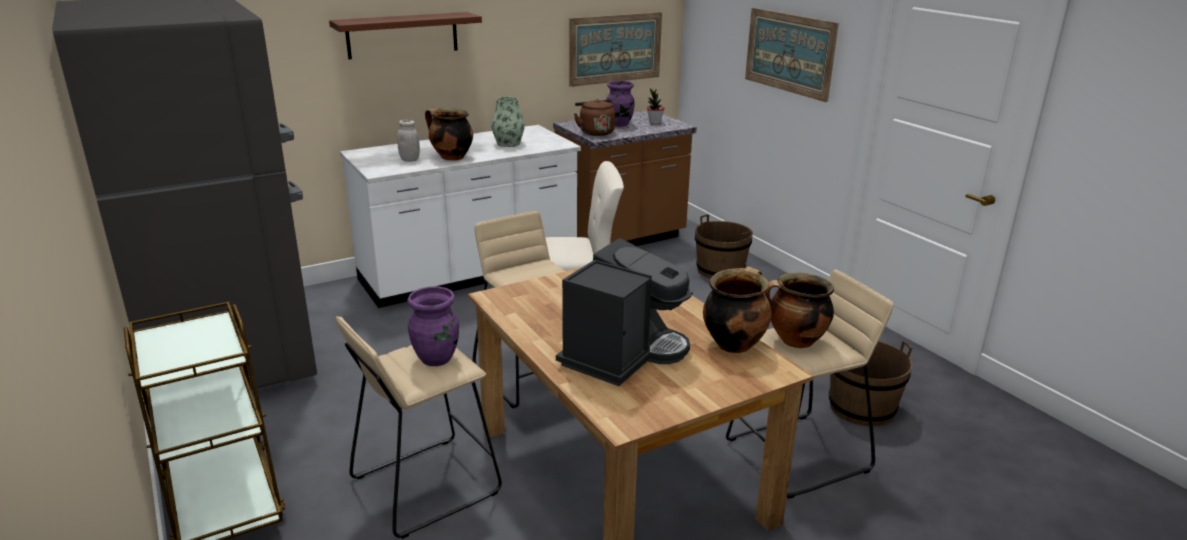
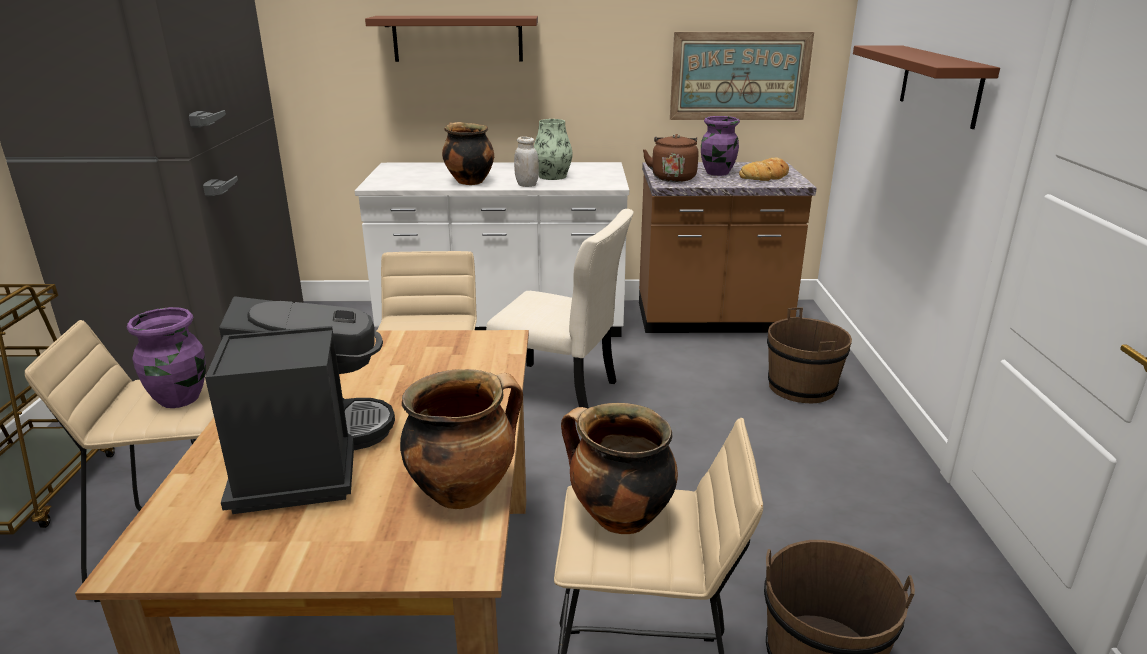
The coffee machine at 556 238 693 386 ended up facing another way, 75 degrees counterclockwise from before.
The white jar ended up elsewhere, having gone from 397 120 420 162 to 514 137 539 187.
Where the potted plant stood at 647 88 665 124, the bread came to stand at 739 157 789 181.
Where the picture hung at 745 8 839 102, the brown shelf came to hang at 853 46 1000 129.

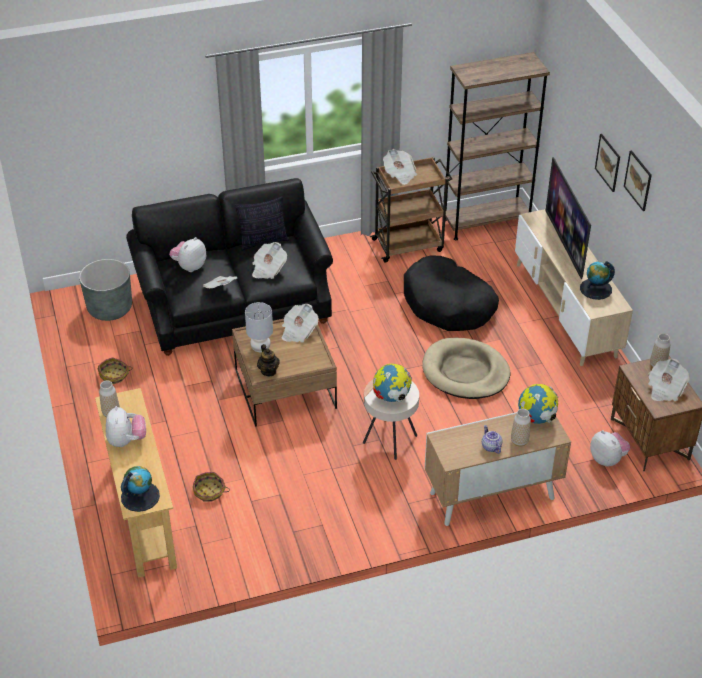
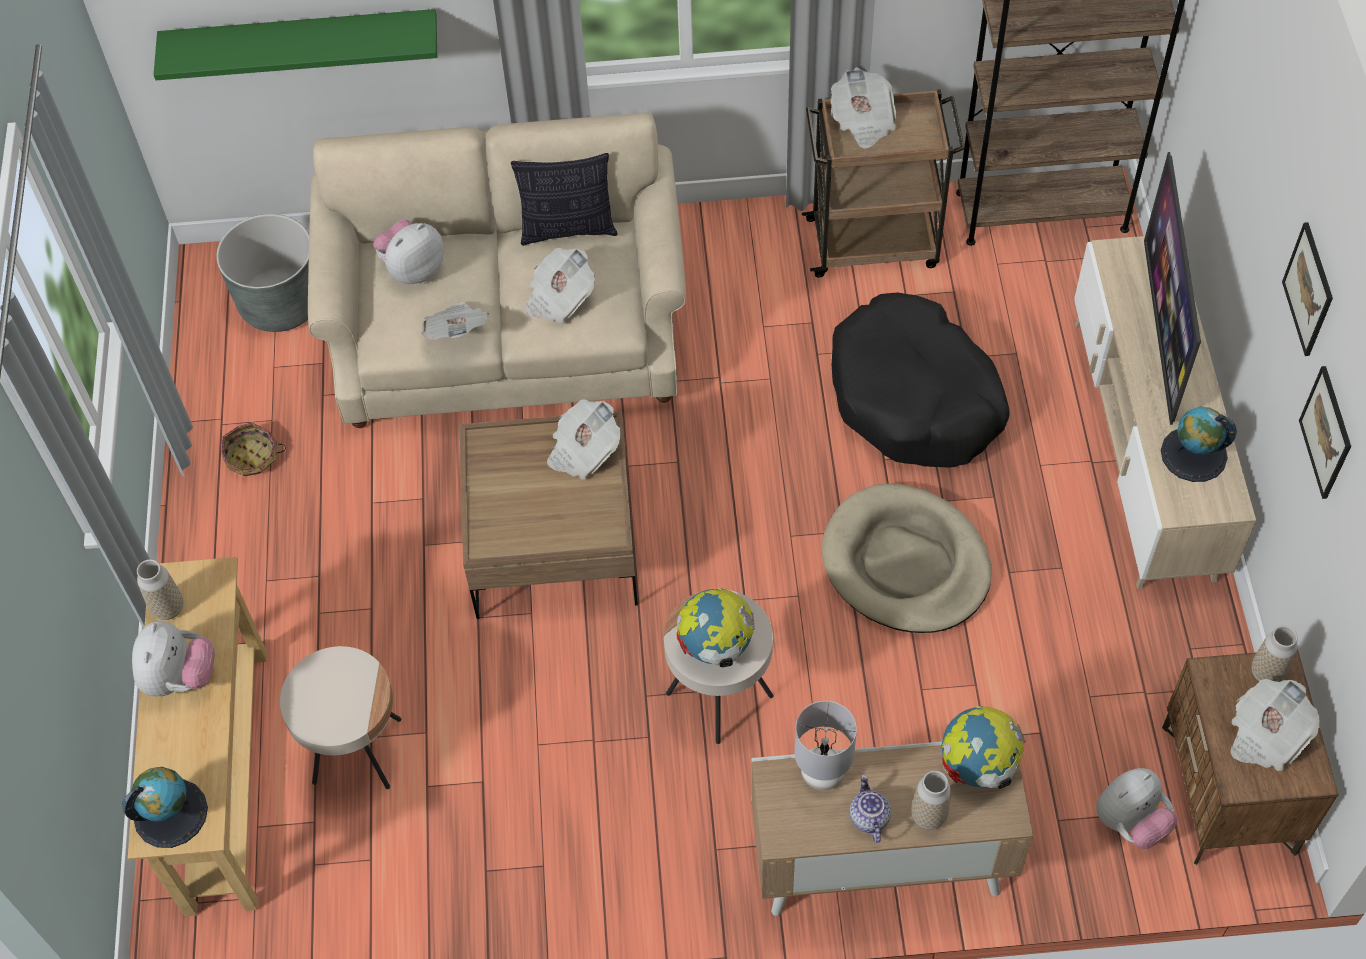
The second view gained the green shelf at 154 9 437 80.
Where the basket stood at 193 472 230 501, the beige side table came to stand at 280 646 401 789.
What was the black sofa at 126 178 333 356 turned into the beige sofa at 308 113 686 428.
The grey table lamp ended up elsewhere, having gone from 245 302 273 352 to 795 701 857 790.
The plush toy at 590 430 630 467 ended up facing another way, 75 degrees clockwise from before.
The picture ended up elsewhere, having gone from 595 134 620 192 to 1299 366 1351 499.
The second view lost the teapot at 257 344 280 376.

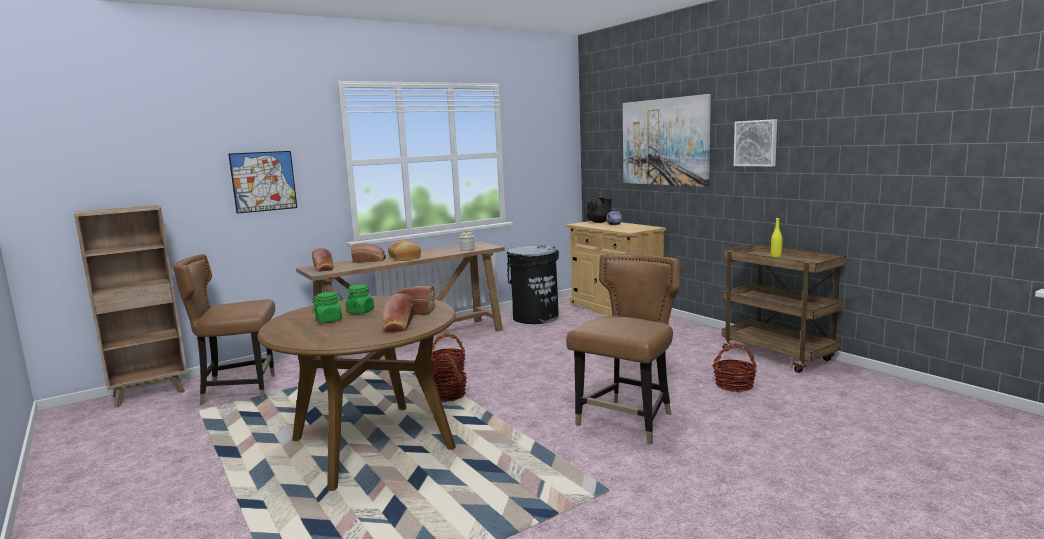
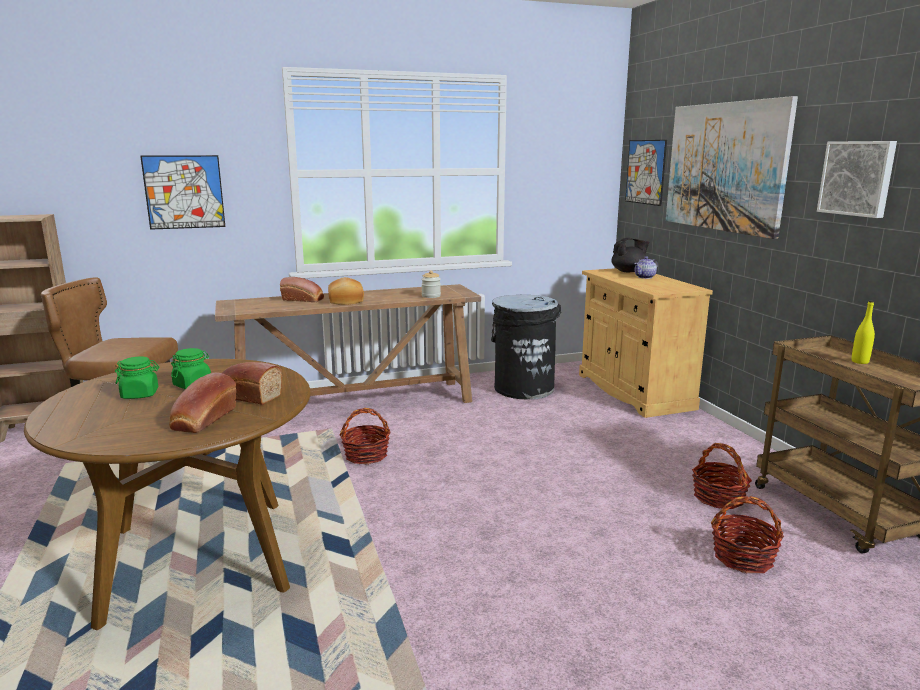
The second view gained the picture at 625 140 667 206.
The basket ended up elsewhere, having gone from 433 354 467 402 to 692 443 752 509.
The second view lost the bread at 312 248 334 272.
The second view lost the brown chair at 566 253 680 444.

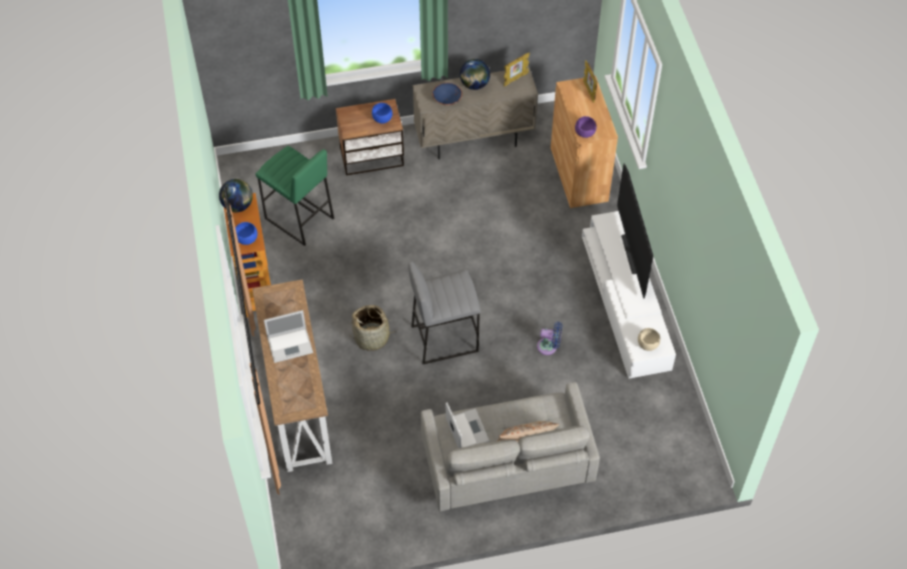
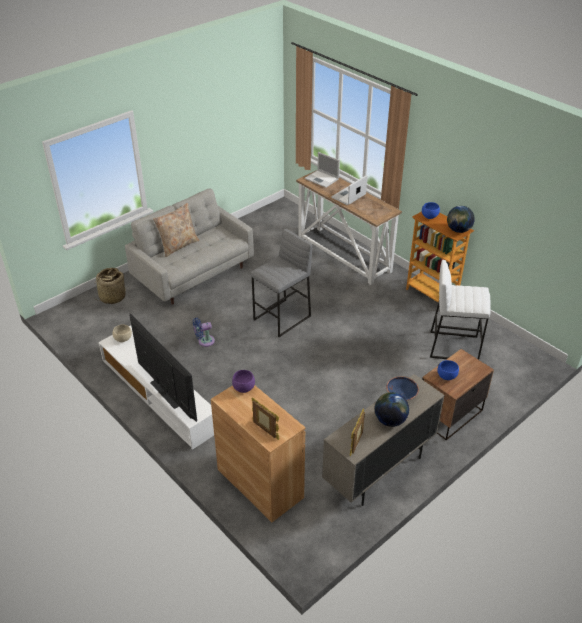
The basket ended up elsewhere, having gone from 351 305 397 351 to 93 268 127 304.
The laptop ended up elsewhere, having gone from 446 402 490 448 to 305 152 340 188.
What was the green stool at 255 146 334 246 turned into the white stool at 430 260 491 360.

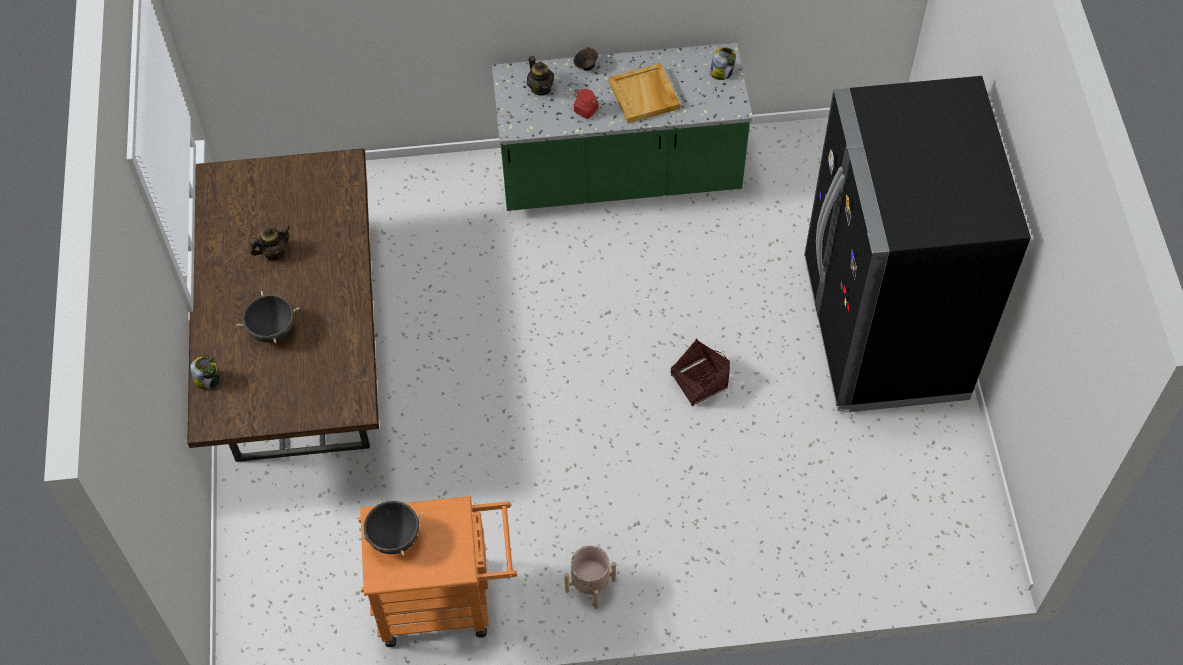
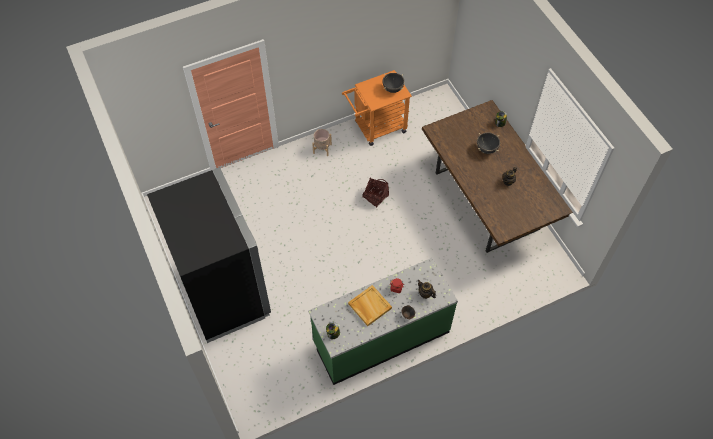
The basket ended up elsewhere, having gone from 671 339 730 406 to 362 178 389 208.

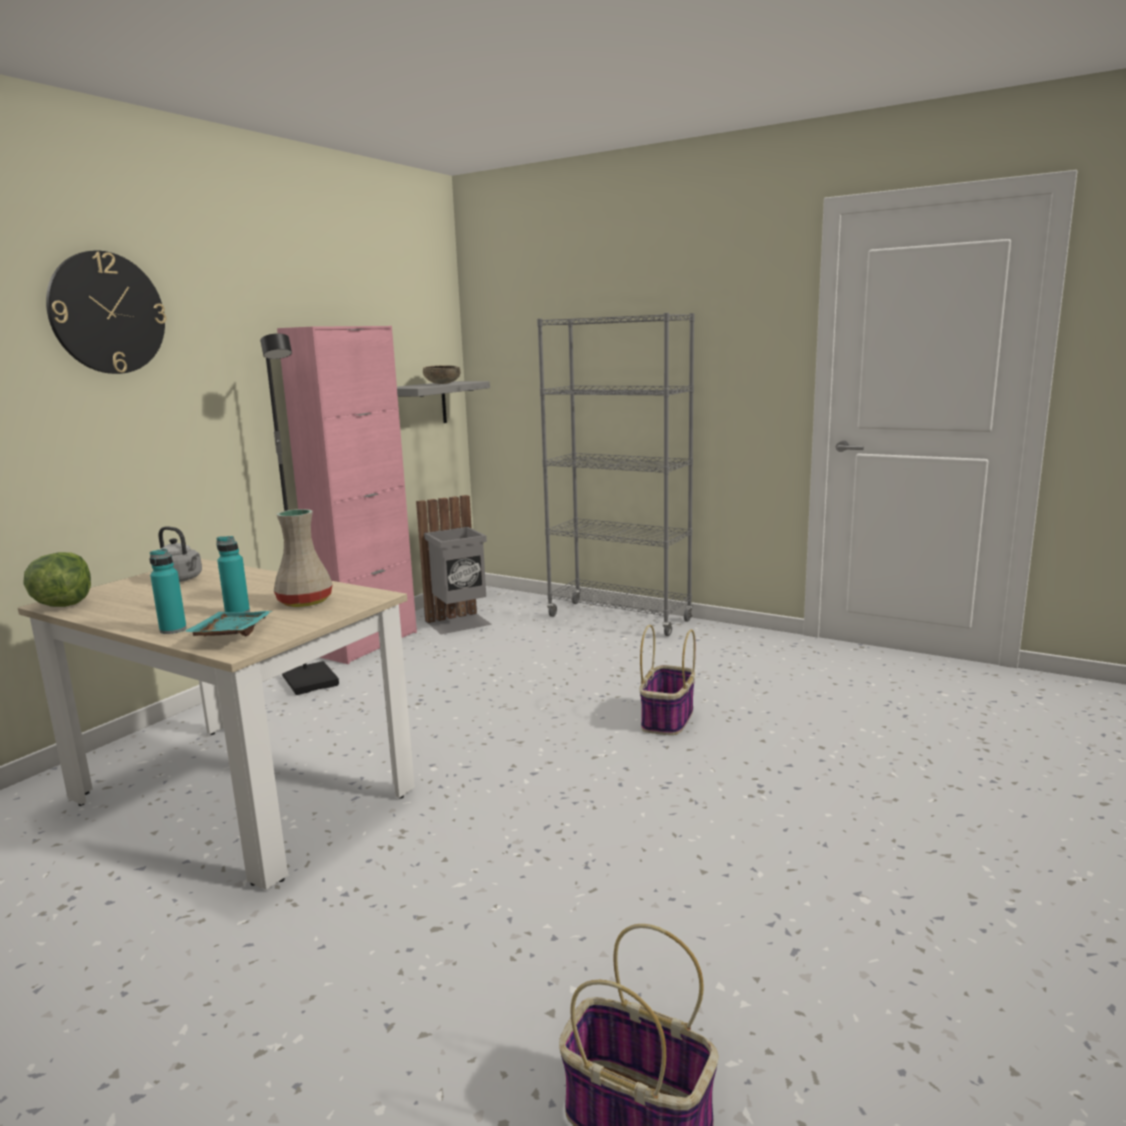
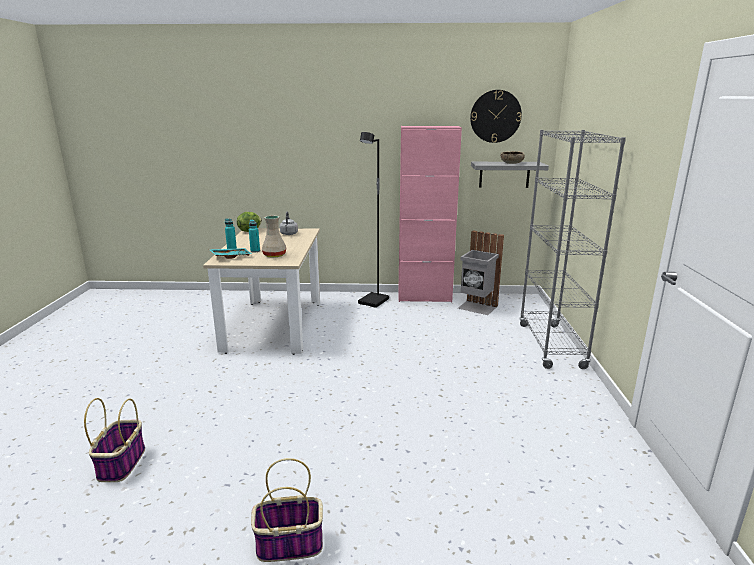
The basket ended up elsewhere, having gone from 639 625 696 735 to 251 458 323 562.
The wall clock ended up elsewhere, having gone from 46 250 166 374 to 470 90 522 143.

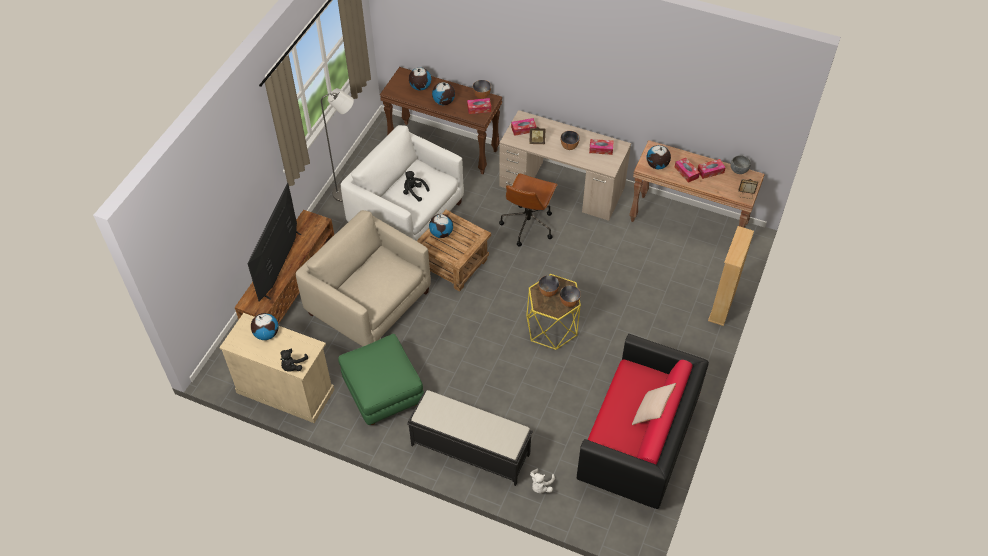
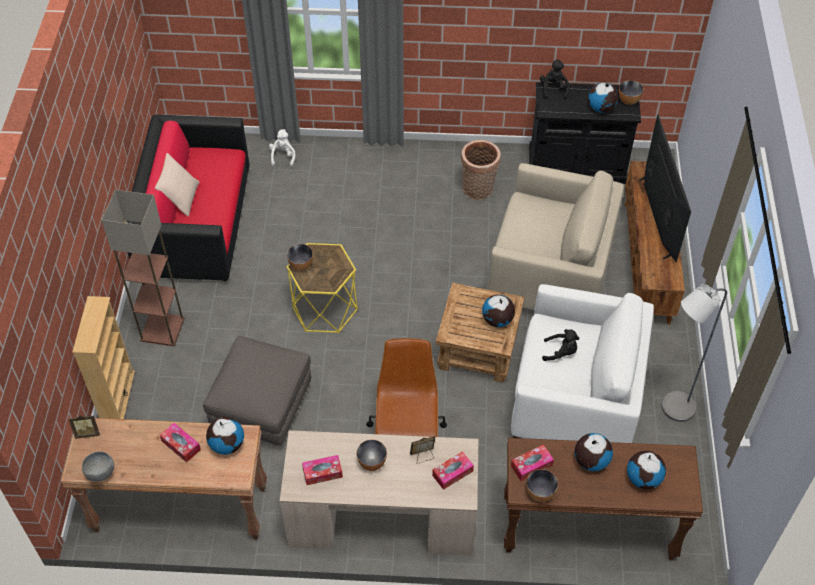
The second view gained the floor lamp at 102 190 184 346.
The second view gained the grey ottoman at 203 335 311 446.
Where the green ottoman stood at 338 334 424 425, the basket came to stand at 461 140 501 200.
What was the beige cabinet at 219 313 334 423 turned into the black cabinet at 529 82 641 184.
The bowl ended up elsewhere, having gone from 539 275 559 297 to 619 80 644 105.
The second view lost the black bench at 407 390 533 486.
The second view lost the tissue box at 697 159 726 179.

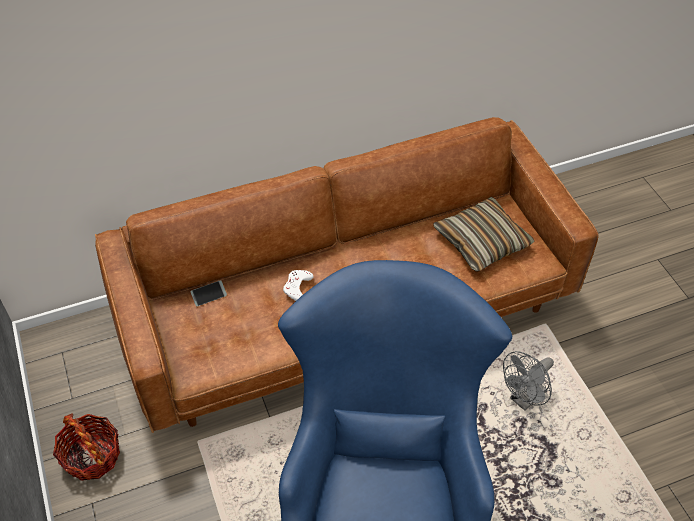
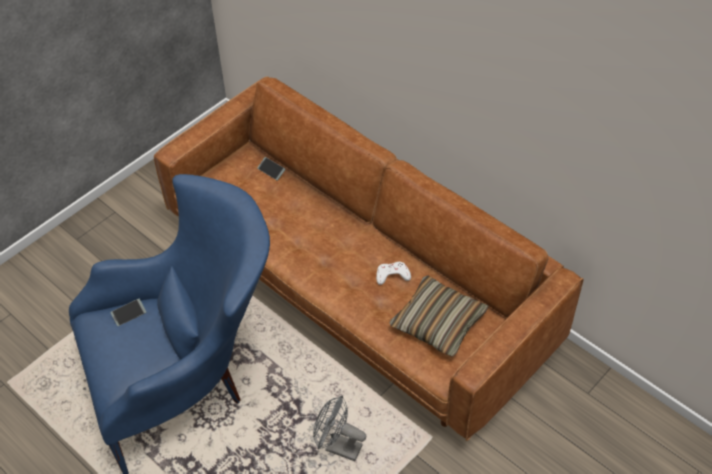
The second view gained the phone at 111 299 146 326.
The white game controller ended up elsewhere, having gone from 283 270 314 301 to 376 262 411 285.
The second view lost the basket at 53 413 120 481.

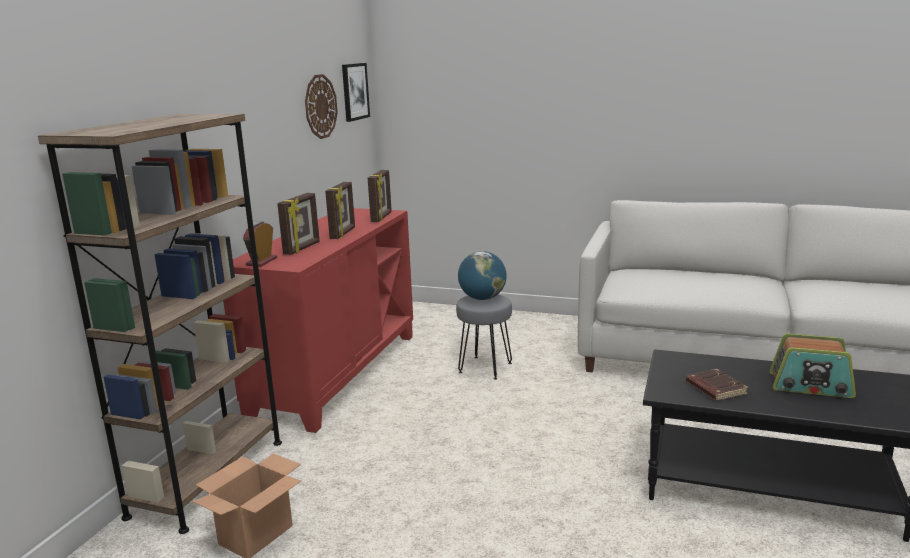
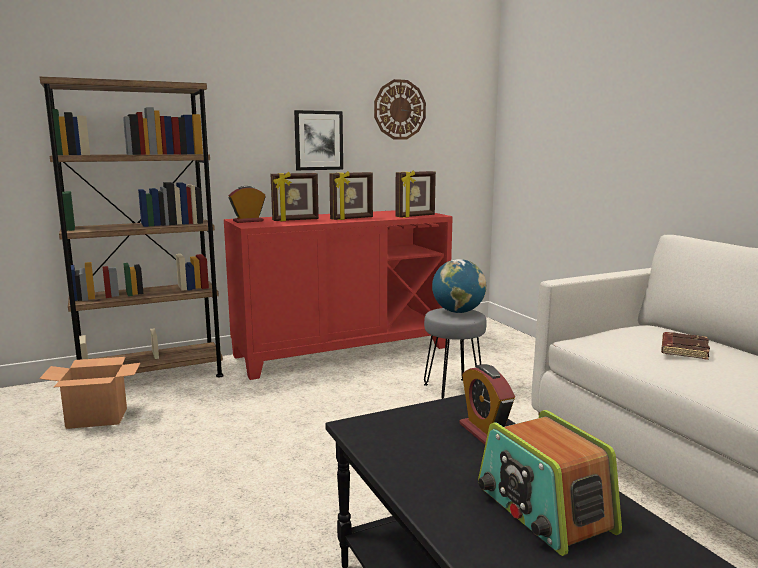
The picture ended up elsewhere, having gone from 342 63 370 122 to 294 110 343 170.
The second view gained the alarm clock at 459 364 515 445.
The brown book ended up elsewhere, having gone from 686 369 748 401 to 661 332 710 360.

